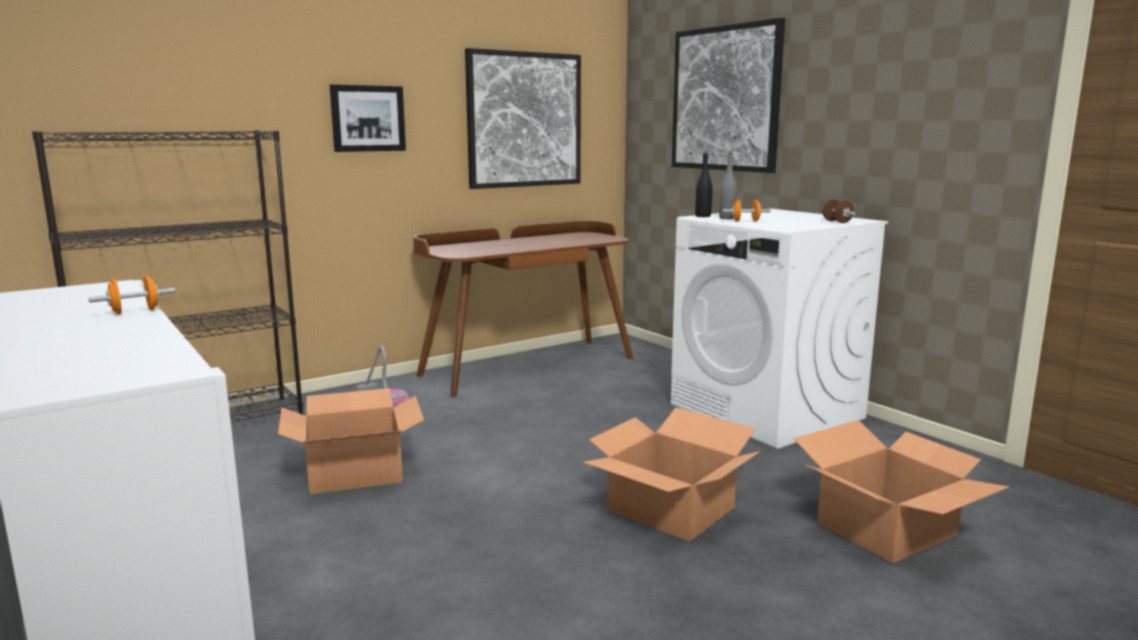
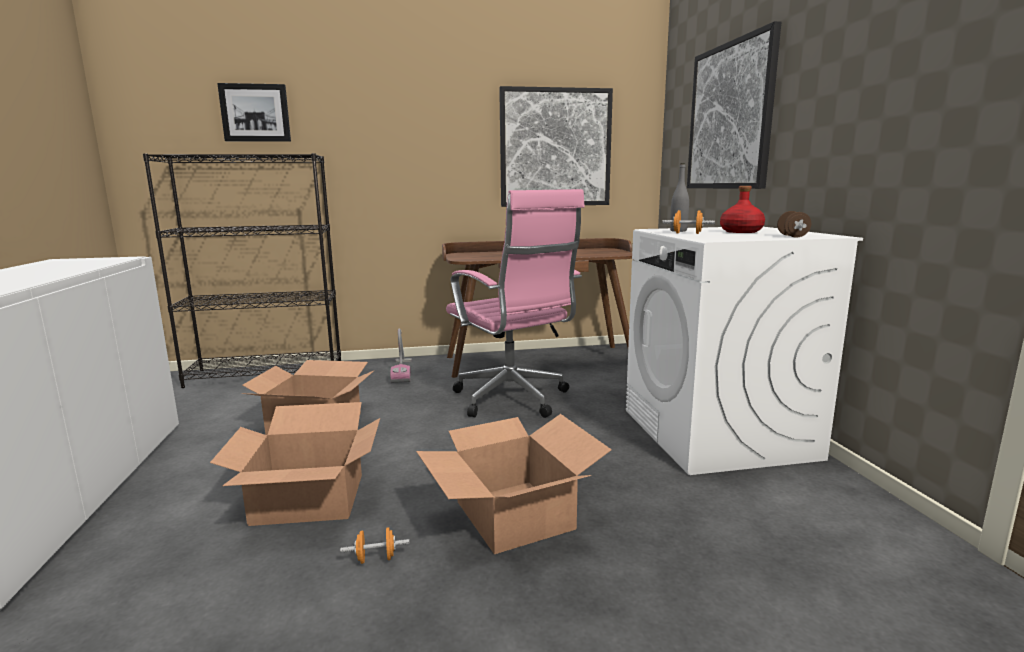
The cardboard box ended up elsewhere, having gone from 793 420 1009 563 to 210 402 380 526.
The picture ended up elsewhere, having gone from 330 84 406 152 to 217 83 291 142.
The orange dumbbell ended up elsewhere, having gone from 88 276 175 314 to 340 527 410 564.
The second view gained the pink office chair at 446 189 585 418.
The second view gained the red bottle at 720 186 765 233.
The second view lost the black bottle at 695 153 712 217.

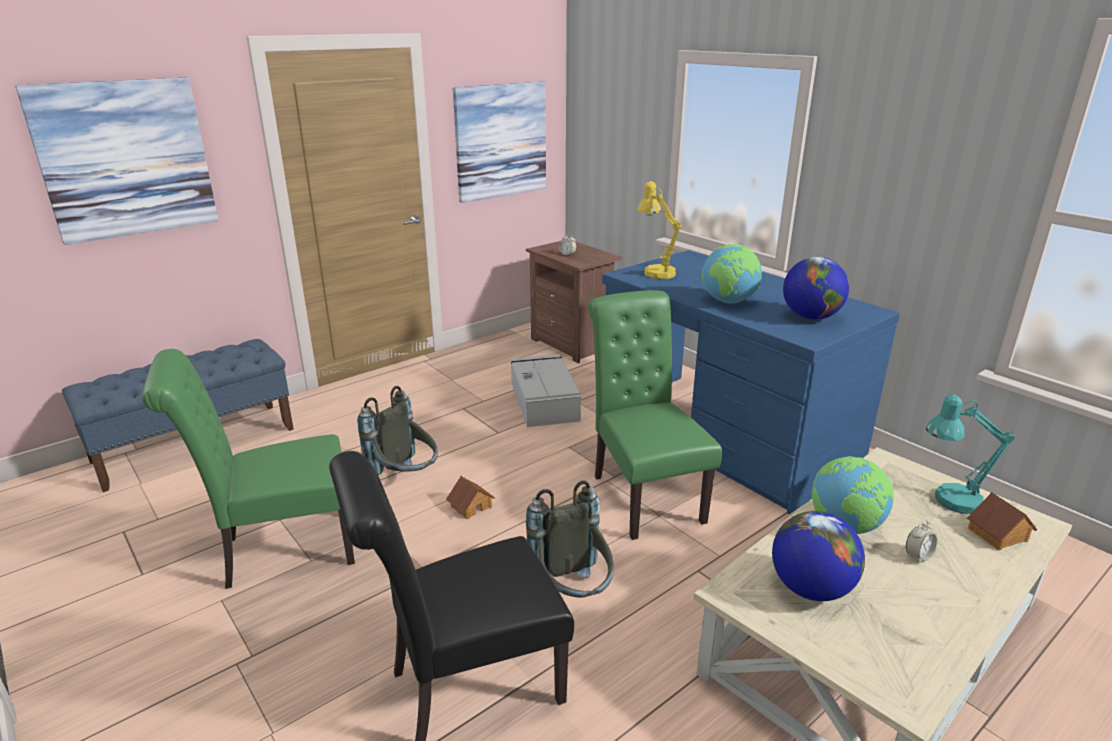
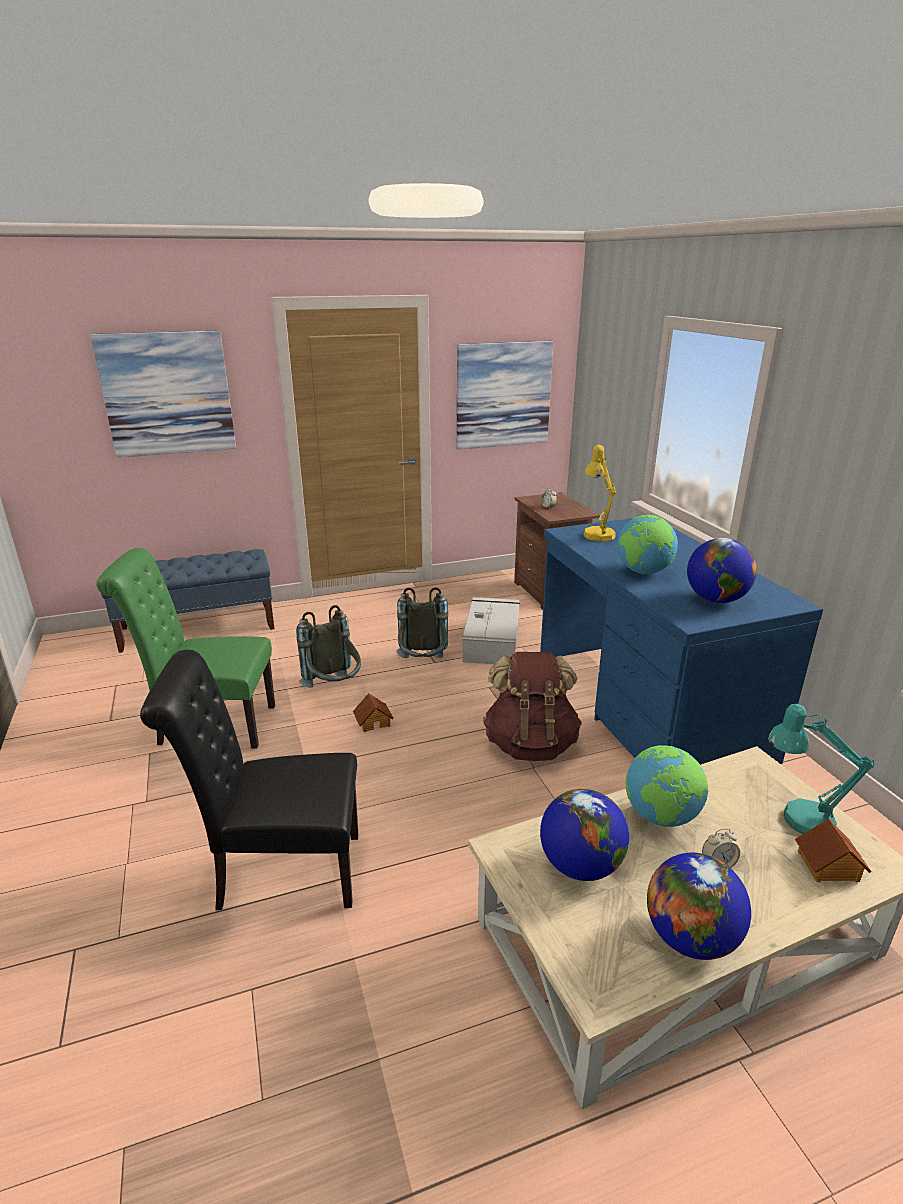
The grey backpack ended up elsewhere, having gone from 526 481 614 598 to 396 587 448 658.
Where the green chair stood at 588 290 722 540, the brown backpack came to stand at 483 652 582 761.
The second view gained the globe at 647 853 751 960.

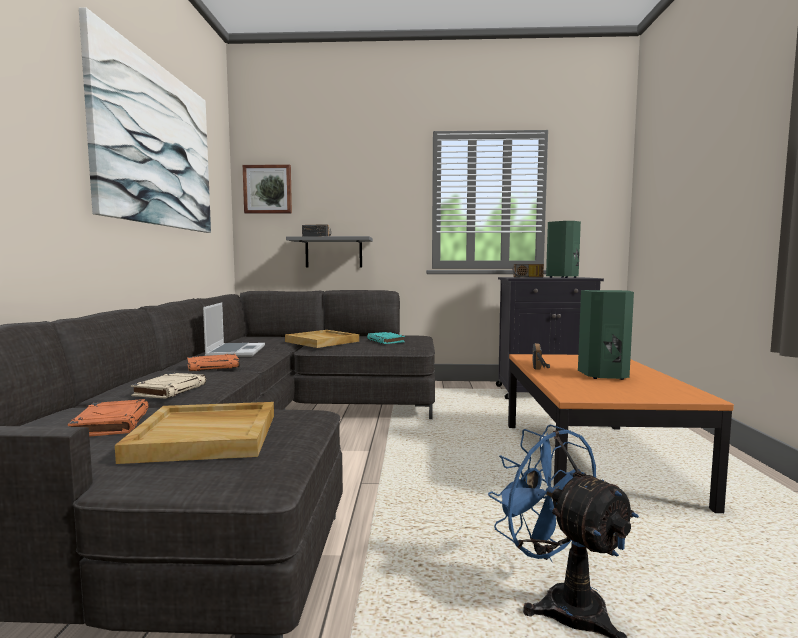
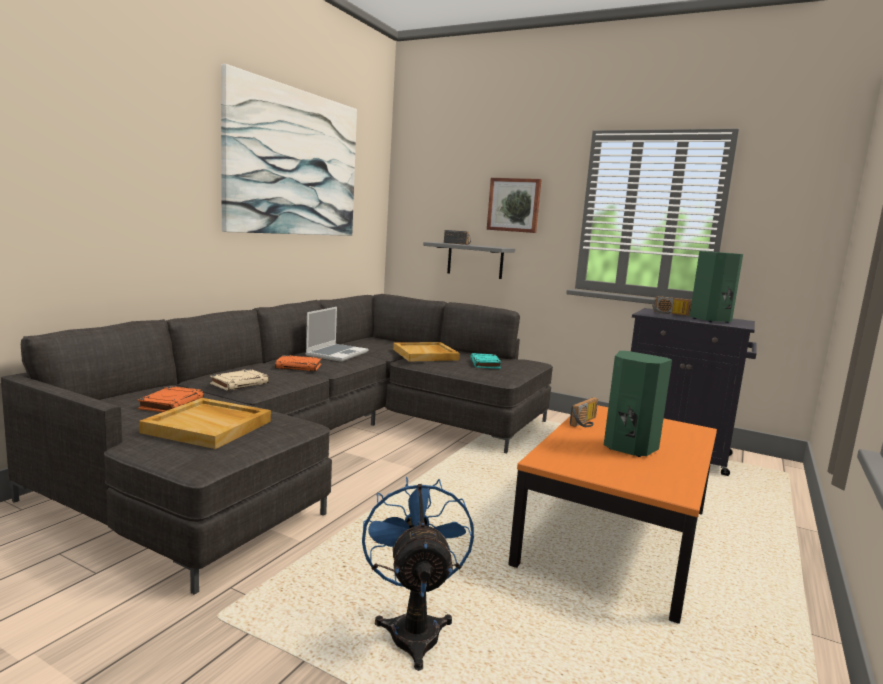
The picture ended up elsewhere, having gone from 243 164 292 214 to 487 178 542 233.

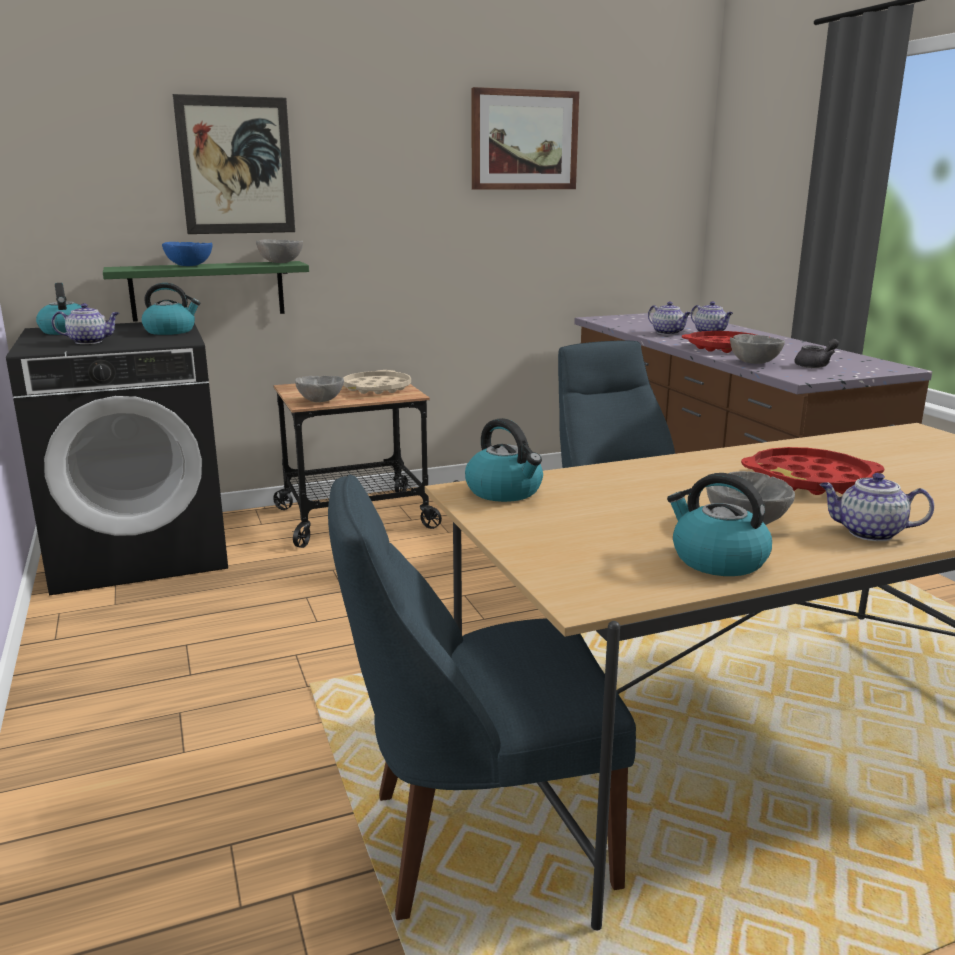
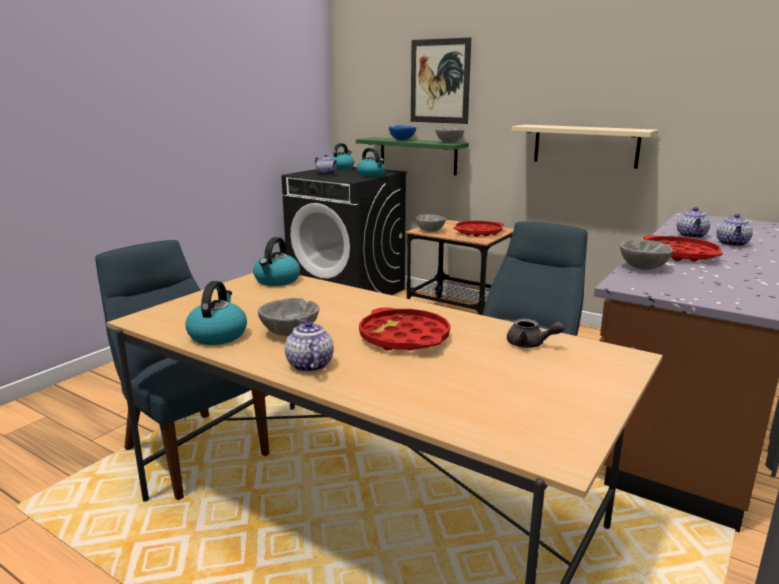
What was the beige tray at 343 370 411 394 turned into the red tray at 454 221 504 237.
The grey teapot ended up elsewhere, having gone from 794 339 839 368 to 507 319 564 348.
The second view gained the beige shelf at 511 125 658 169.
The second view lost the picture at 471 87 579 190.

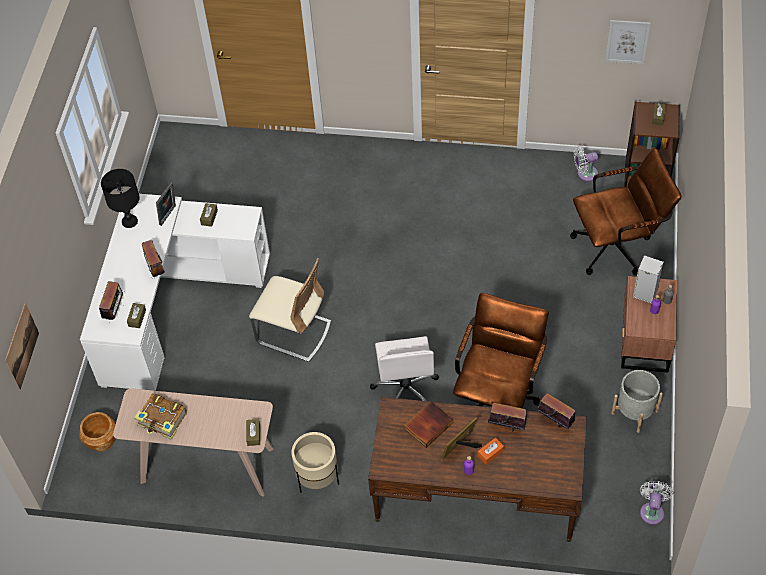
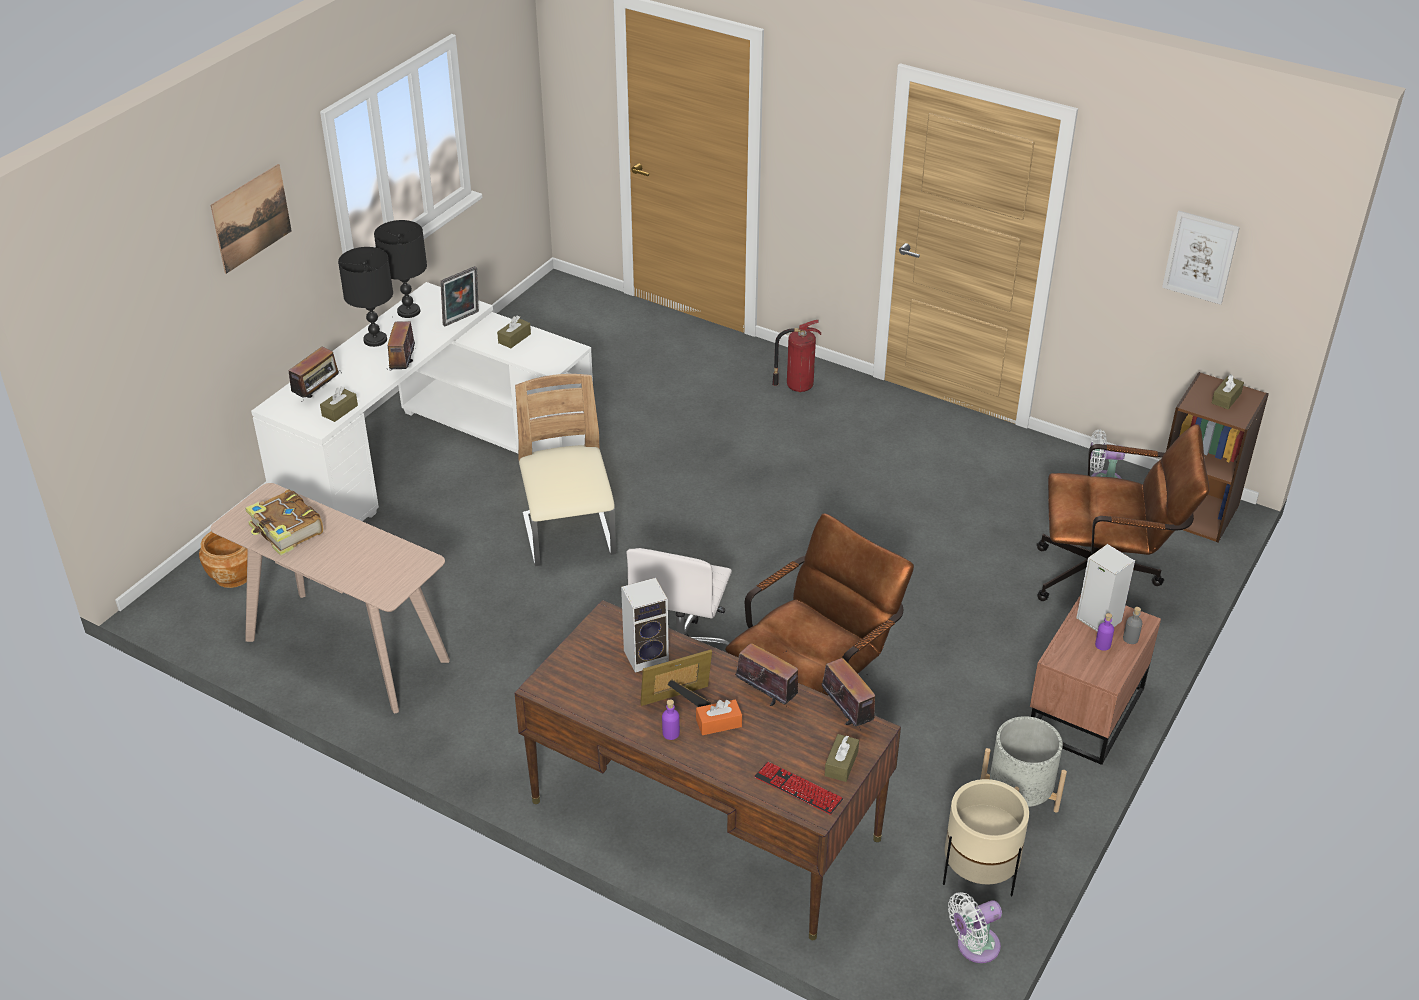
The picture ended up elsewhere, having gone from 5 303 39 390 to 211 164 292 274.
The second view gained the black table lamp at 338 247 393 347.
The beige chair at 249 258 331 362 ended up facing another way, 150 degrees counterclockwise from before.
Where the book stood at 404 401 453 448, the speaker came to stand at 621 578 669 673.
The second view gained the keyboard at 754 762 843 815.
The second view gained the fire extinguisher at 772 320 821 392.
The brown tissue box ended up elsewhere, having gone from 246 419 260 446 to 825 734 859 782.
The beige planter ended up elsewhere, having gone from 291 432 339 492 to 943 779 1029 896.
The white fan at 640 481 673 525 ended up facing another way, 150 degrees counterclockwise from before.

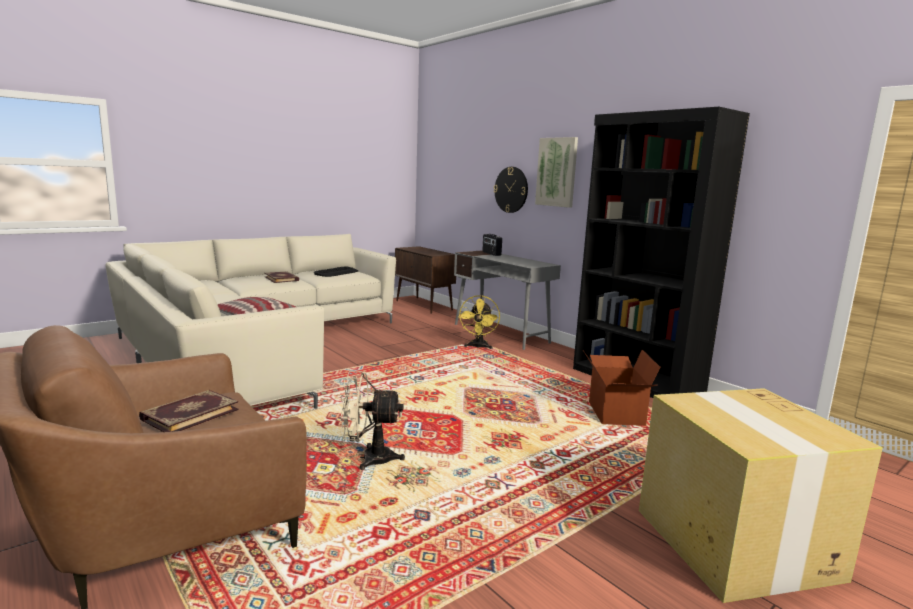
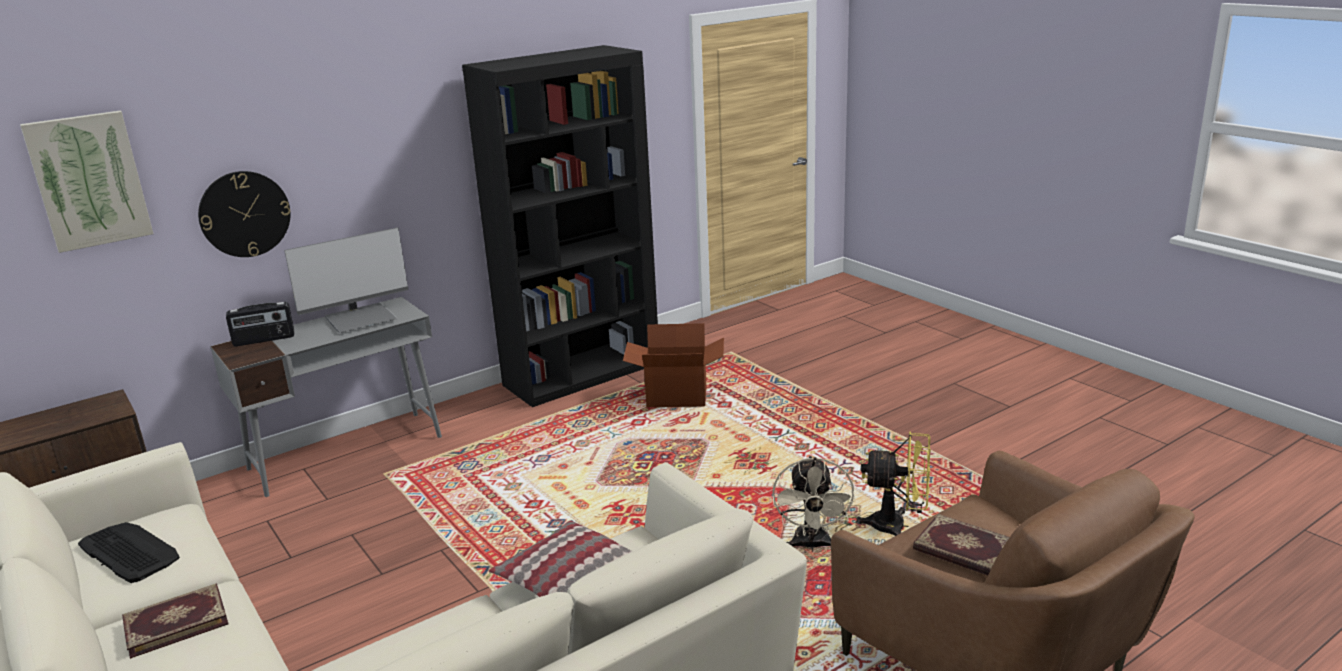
The picture ended up elsewhere, having gone from 535 137 578 208 to 20 111 153 253.
The second view gained the monitor at 284 227 408 333.
The yellow fan ended up elsewhere, having gone from 458 295 500 349 to 856 431 931 536.
The second view lost the cardboard box at 639 388 883 603.

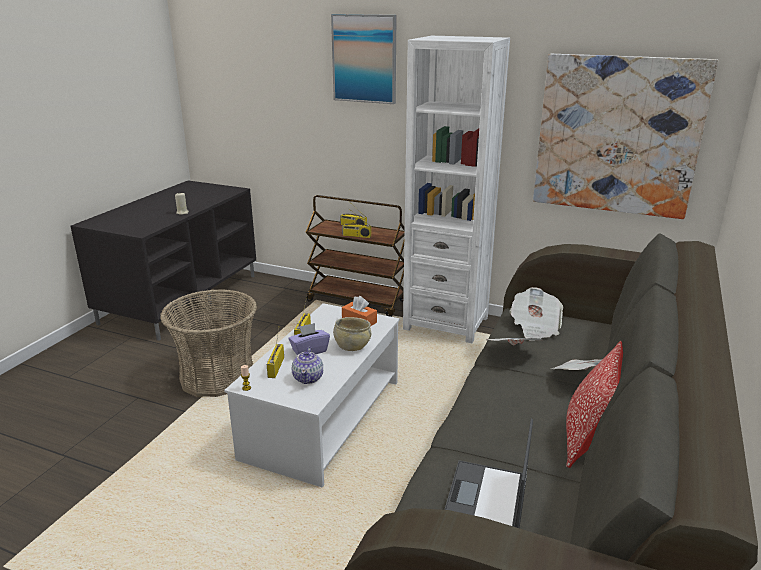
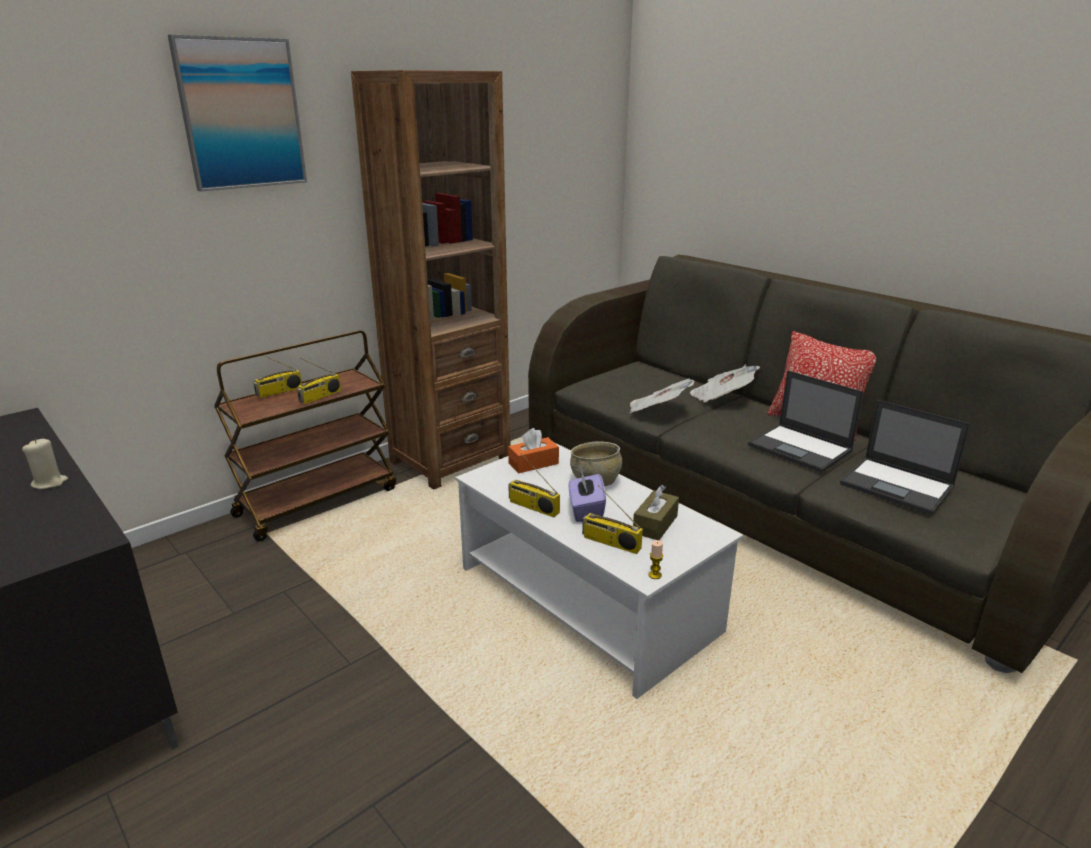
What was the white bookcase at 403 36 510 343 turned into the brown bookcase at 351 70 511 490.
Where the teapot stood at 292 347 323 384, the brown tissue box came to stand at 633 485 679 540.
The second view gained the laptop at 748 370 864 472.
The second view lost the basket at 160 289 257 397.
The second view lost the newspaper at 510 287 563 341.
The second view lost the picture at 533 54 718 219.

